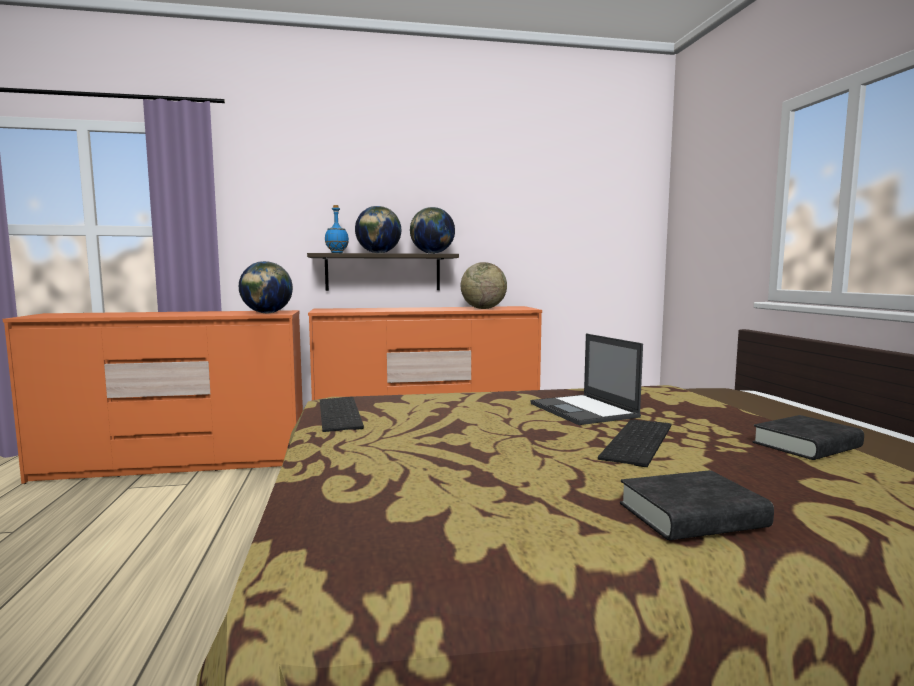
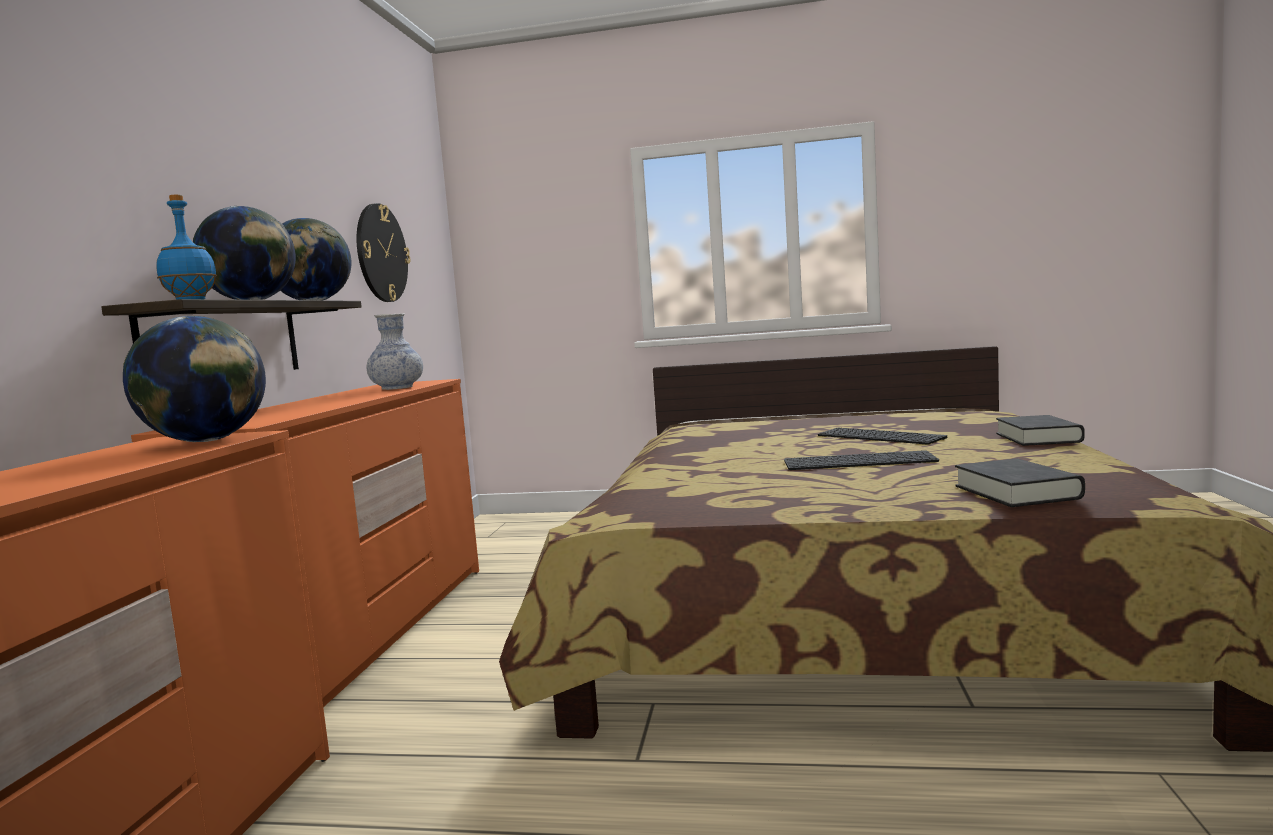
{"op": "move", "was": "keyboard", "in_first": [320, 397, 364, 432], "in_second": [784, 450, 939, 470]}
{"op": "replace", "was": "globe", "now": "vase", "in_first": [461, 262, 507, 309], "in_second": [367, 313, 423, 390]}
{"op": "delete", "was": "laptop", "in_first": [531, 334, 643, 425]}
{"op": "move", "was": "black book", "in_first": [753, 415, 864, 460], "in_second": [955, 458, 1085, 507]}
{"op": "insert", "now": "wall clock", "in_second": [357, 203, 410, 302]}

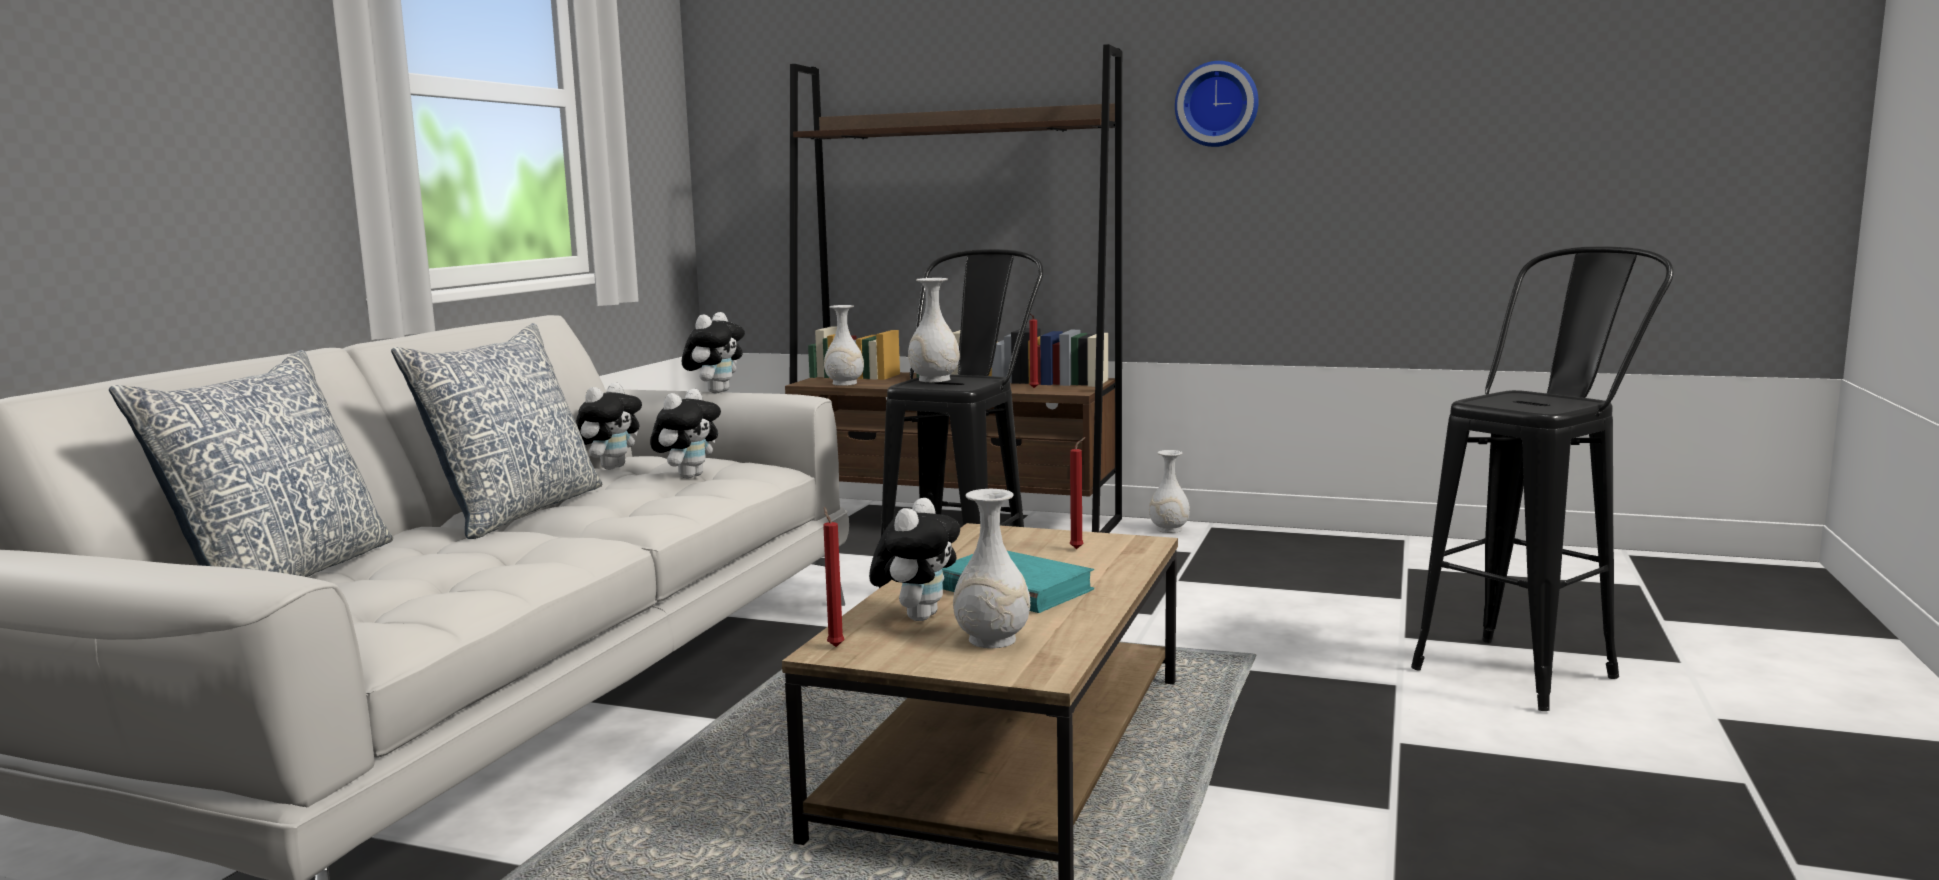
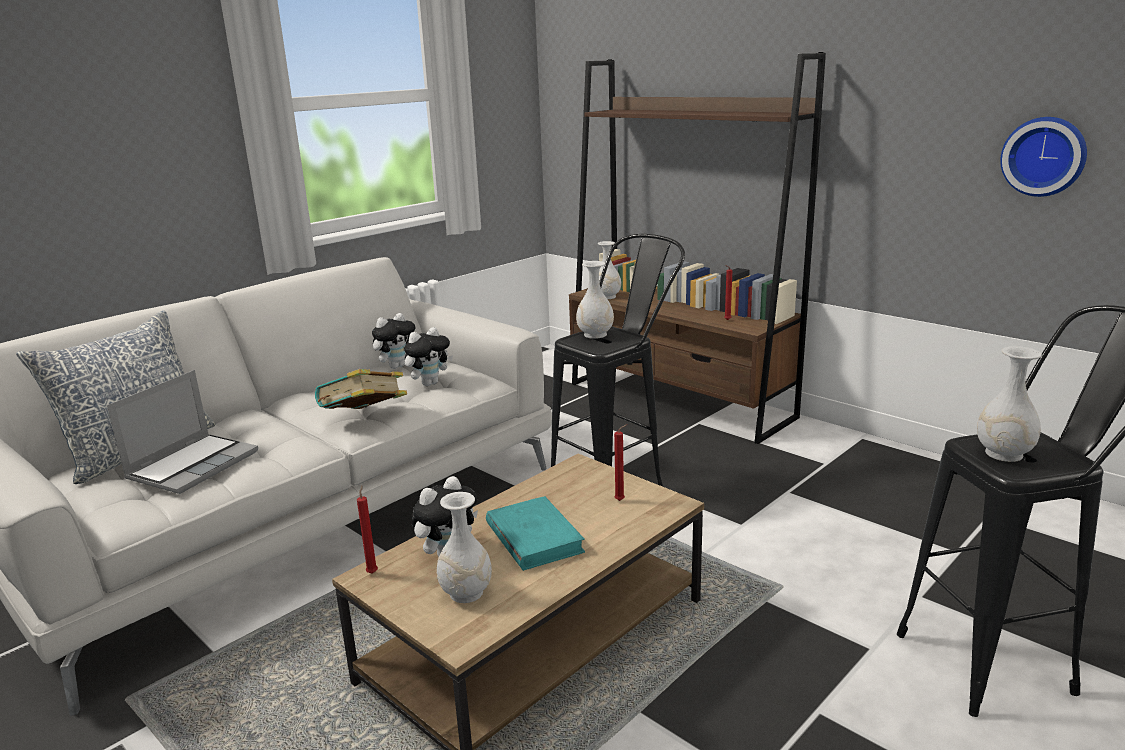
{"op": "delete", "was": "pillow", "in_first": [391, 323, 602, 539]}
{"op": "delete", "was": "plush toy", "in_first": [682, 312, 745, 393]}
{"op": "move", "was": "white vase", "in_first": [1149, 450, 1190, 533], "in_second": [977, 346, 1042, 462]}
{"op": "move", "was": "wall clock", "in_first": [1175, 61, 1259, 147], "in_second": [1000, 117, 1087, 197]}
{"op": "insert", "now": "laptop", "in_second": [107, 370, 258, 494]}
{"op": "insert", "now": "book", "in_second": [315, 369, 407, 409]}

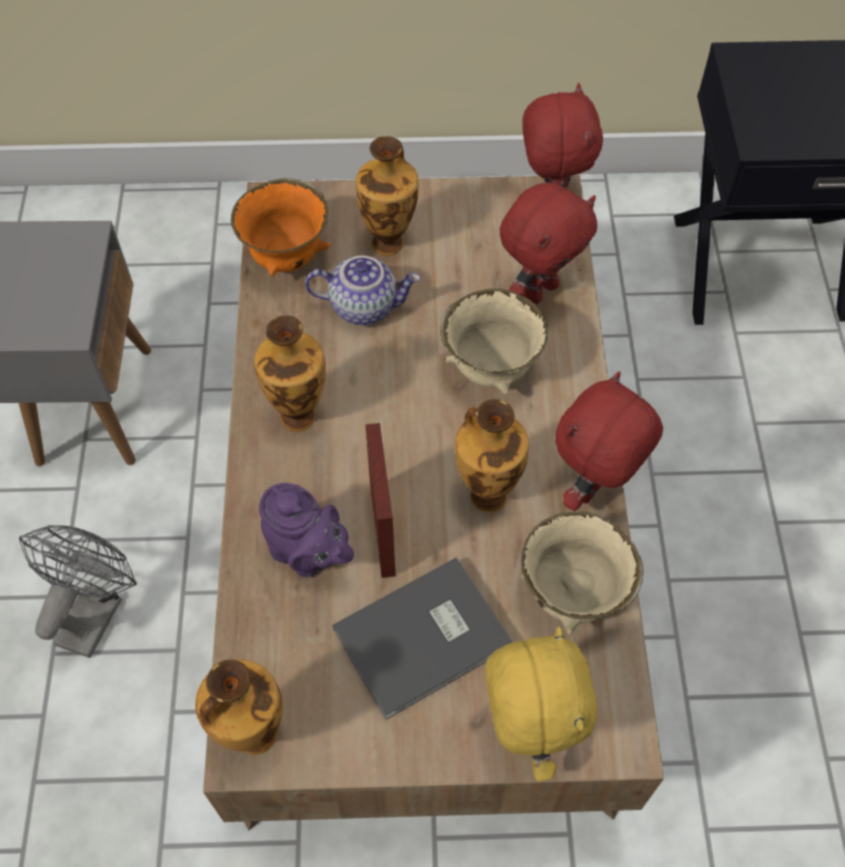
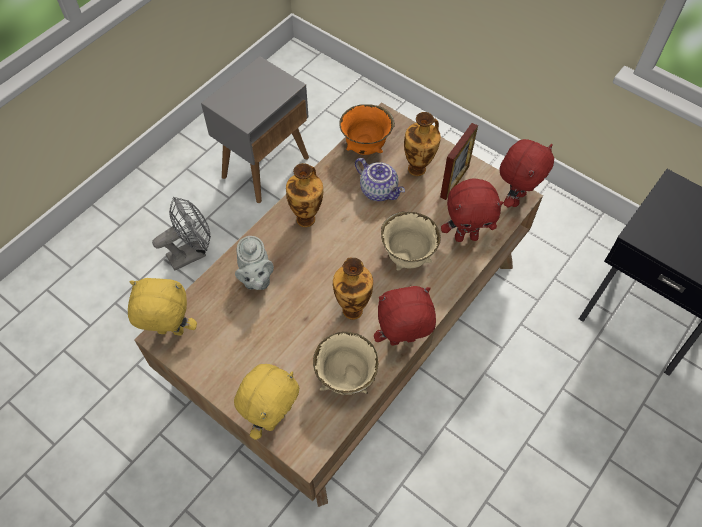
{"op": "replace", "was": "vase", "now": "yellow plush toy", "in_first": [195, 660, 283, 755], "in_second": [128, 278, 197, 335]}
{"op": "recolor", "was": "purple teapot", "now": "grey teapot", "in_first": [259, 483, 354, 578], "in_second": [235, 236, 274, 290]}
{"op": "delete", "was": "grey book", "in_first": [332, 557, 513, 720]}
{"op": "move", "was": "picture frame", "in_first": [365, 423, 396, 578], "in_second": [440, 123, 478, 200]}

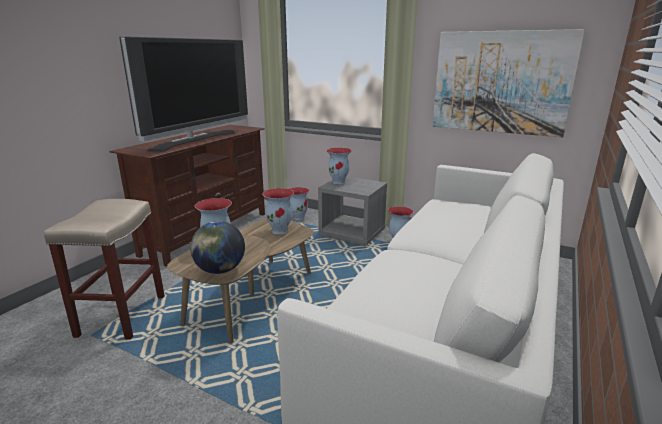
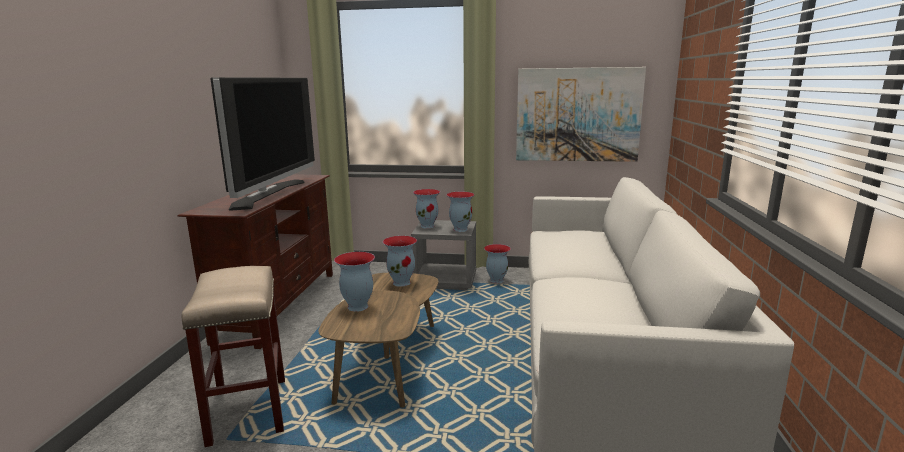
{"op": "delete", "was": "globe", "in_first": [190, 221, 245, 274]}
{"op": "move", "was": "vase", "in_first": [290, 187, 309, 220], "in_second": [447, 192, 475, 232]}

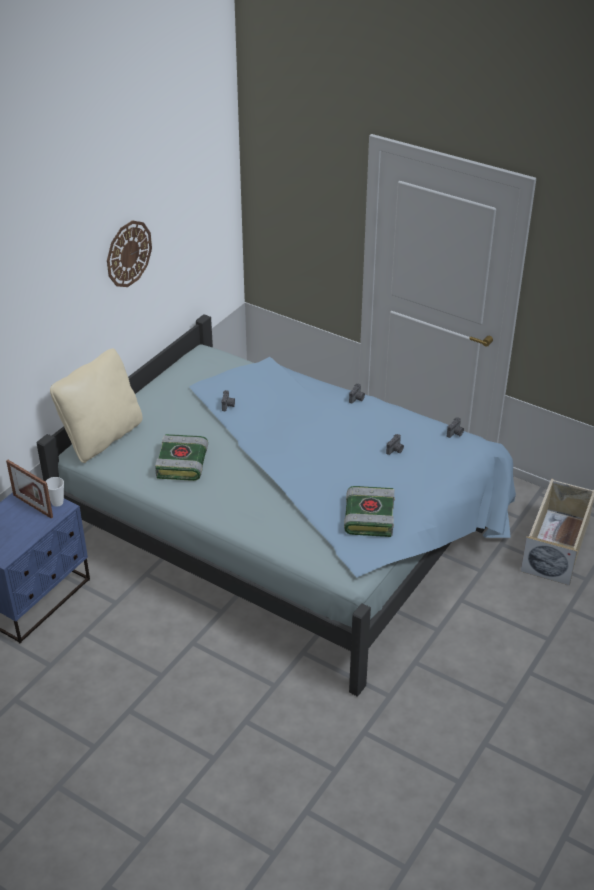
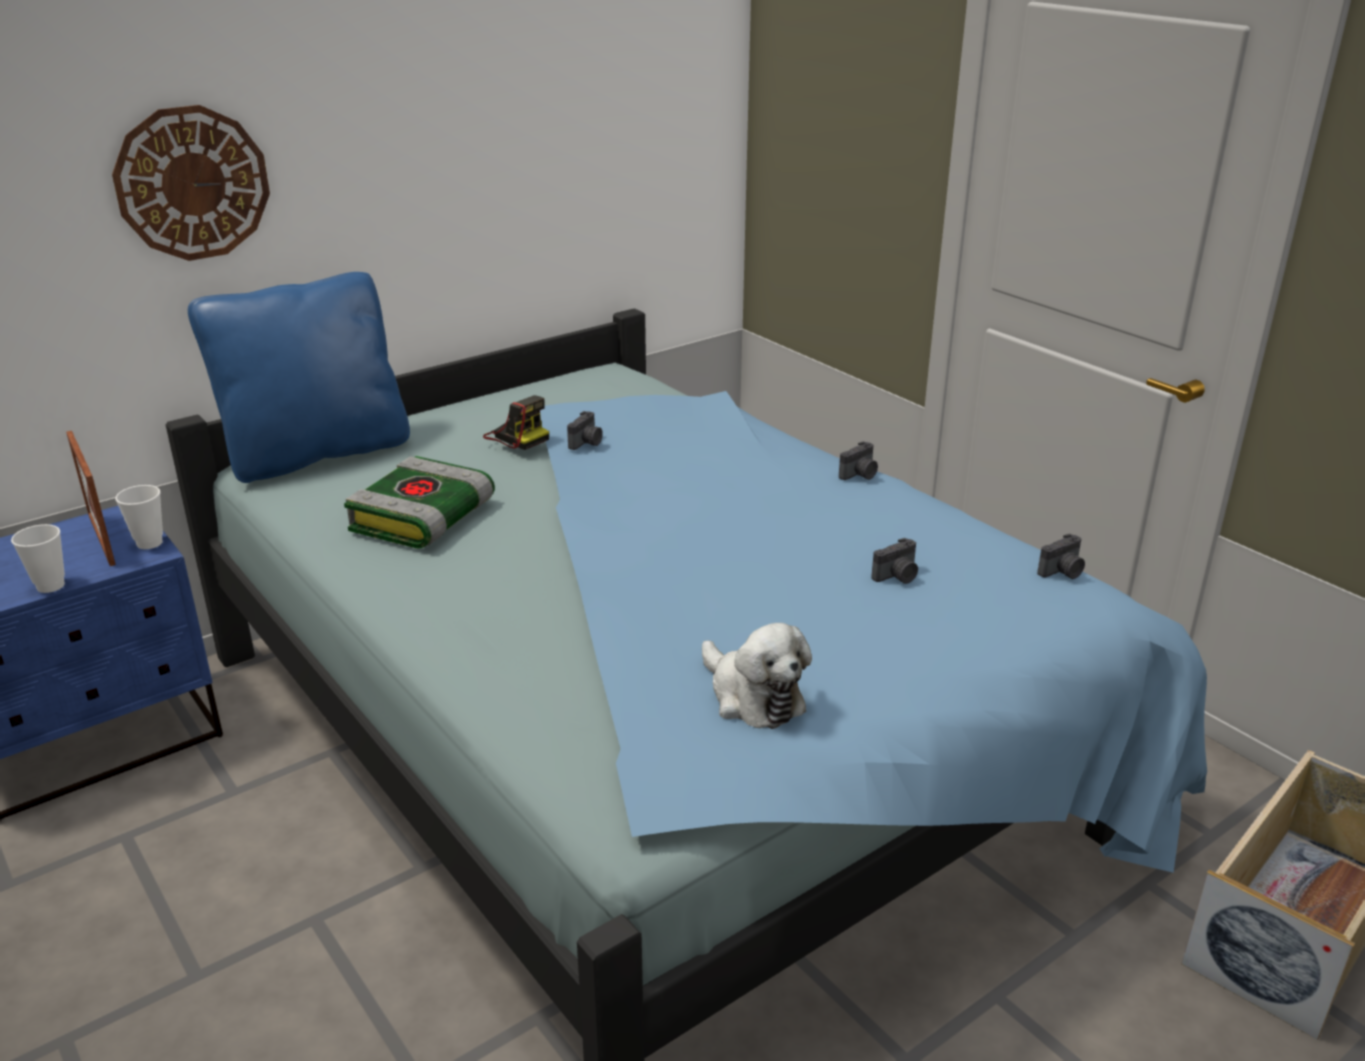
{"op": "recolor", "was": "beige pillow", "now": "blue pillow", "in_first": [50, 348, 143, 463], "in_second": [188, 272, 410, 483]}
{"op": "move", "was": "wall clock", "in_first": [107, 220, 152, 287], "in_second": [112, 105, 270, 261]}
{"op": "replace", "was": "book", "now": "plush toy", "in_first": [344, 486, 395, 537], "in_second": [702, 623, 812, 729]}
{"op": "insert", "now": "cup", "in_second": [11, 524, 65, 593]}
{"op": "insert", "now": "photo camera", "in_second": [483, 395, 549, 450]}

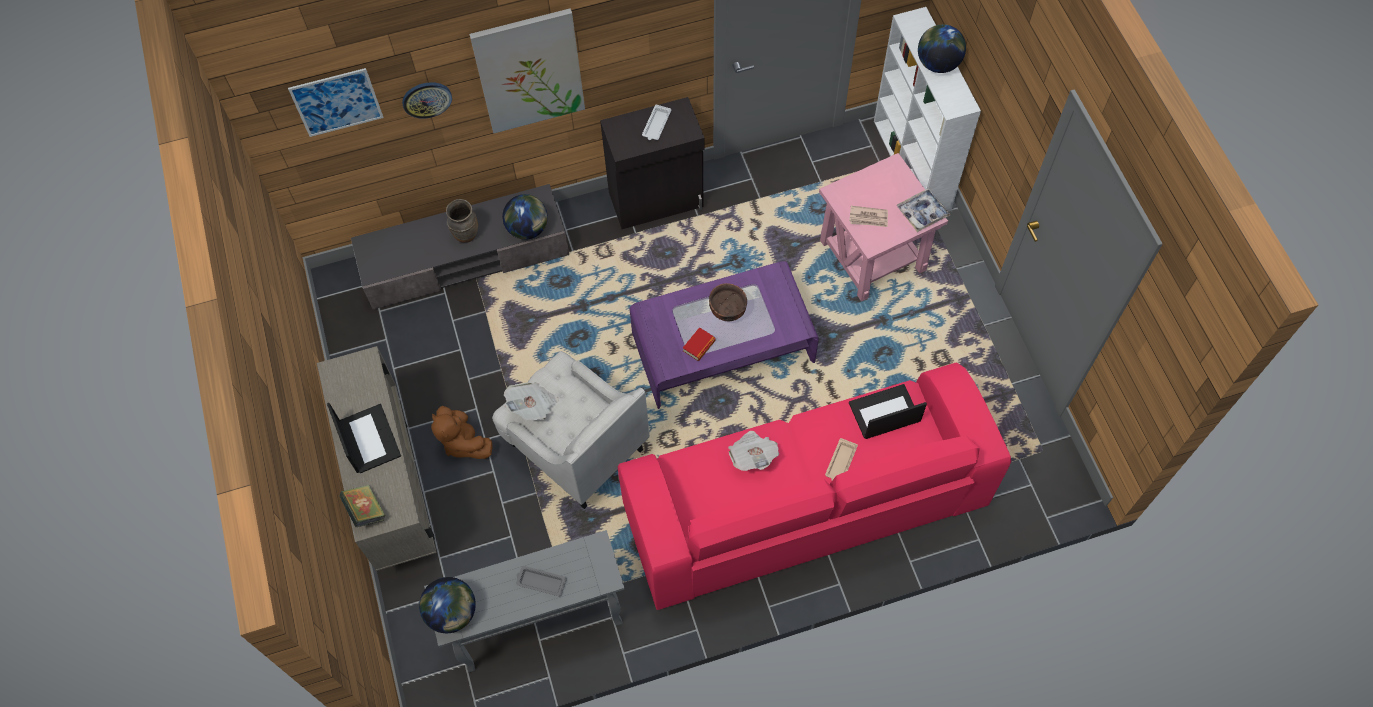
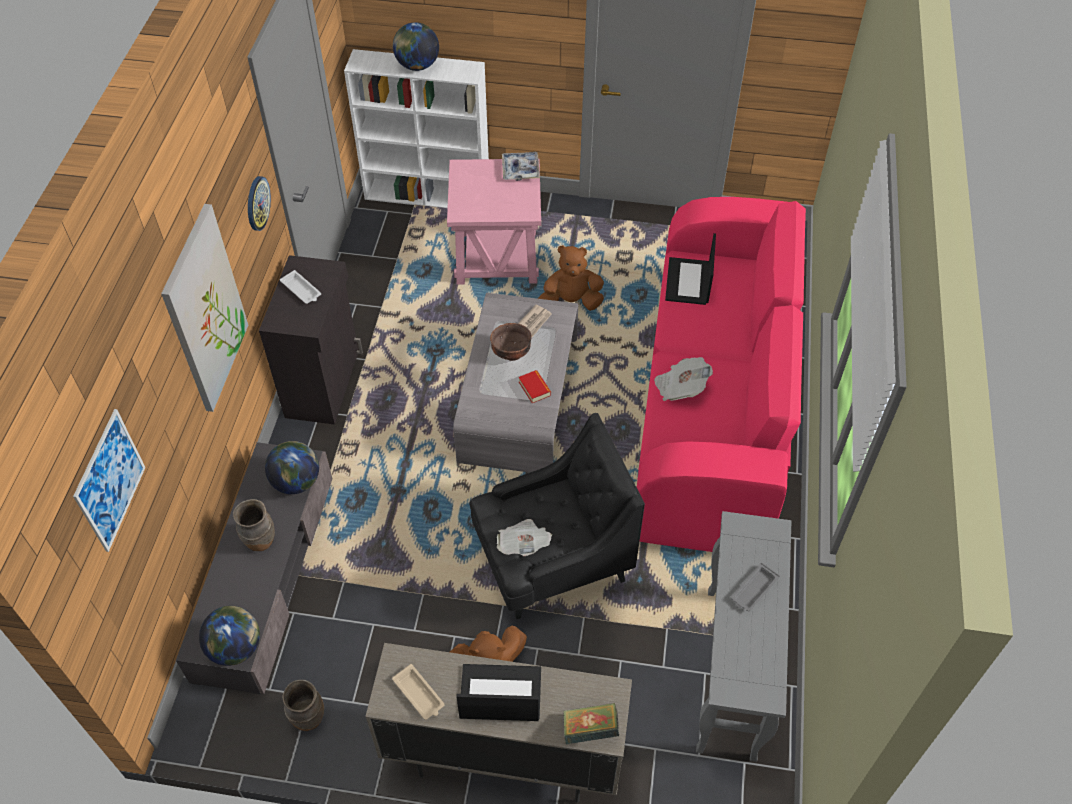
{"op": "move", "was": "wall clock", "in_first": [402, 82, 452, 118], "in_second": [248, 176, 271, 231]}
{"op": "move", "was": "globe", "in_first": [419, 577, 476, 633], "in_second": [199, 606, 260, 666]}
{"op": "recolor", "was": "white armchair", "now": "black armchair", "in_first": [492, 351, 650, 509], "in_second": [470, 413, 645, 619]}
{"op": "recolor", "was": "purple coffee table", "now": "grey coffee table", "in_first": [629, 261, 819, 409], "in_second": [453, 293, 578, 472]}
{"op": "move", "was": "beige tray", "in_first": [825, 438, 858, 480], "in_second": [392, 664, 444, 720]}
{"op": "move", "was": "newspaper", "in_first": [849, 206, 888, 227], "in_second": [518, 305, 552, 337]}
{"op": "insert", "now": "brown vase", "in_second": [282, 680, 324, 731]}
{"op": "insert", "now": "brown plush toy", "in_second": [538, 245, 604, 311]}

